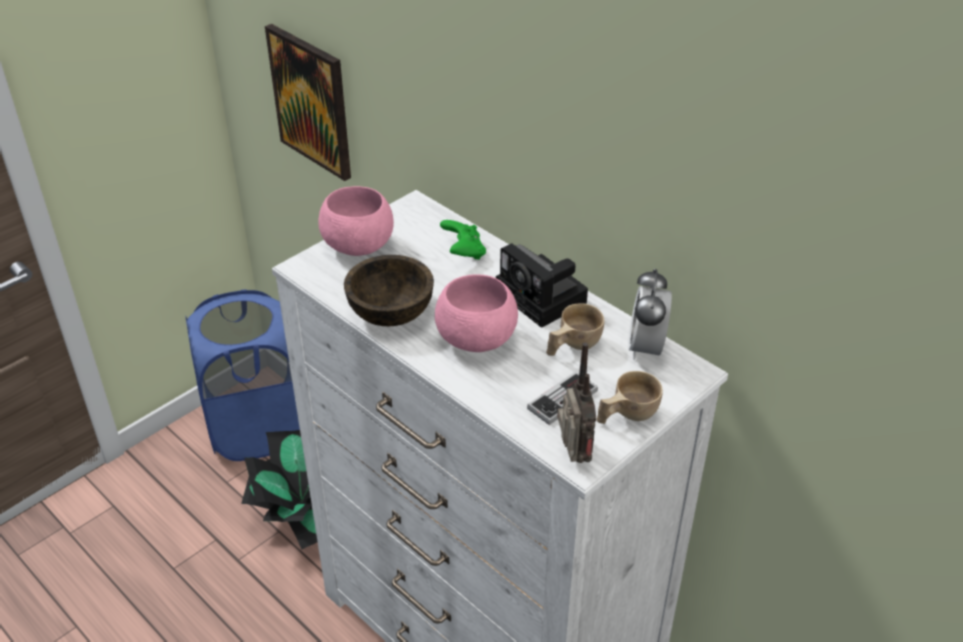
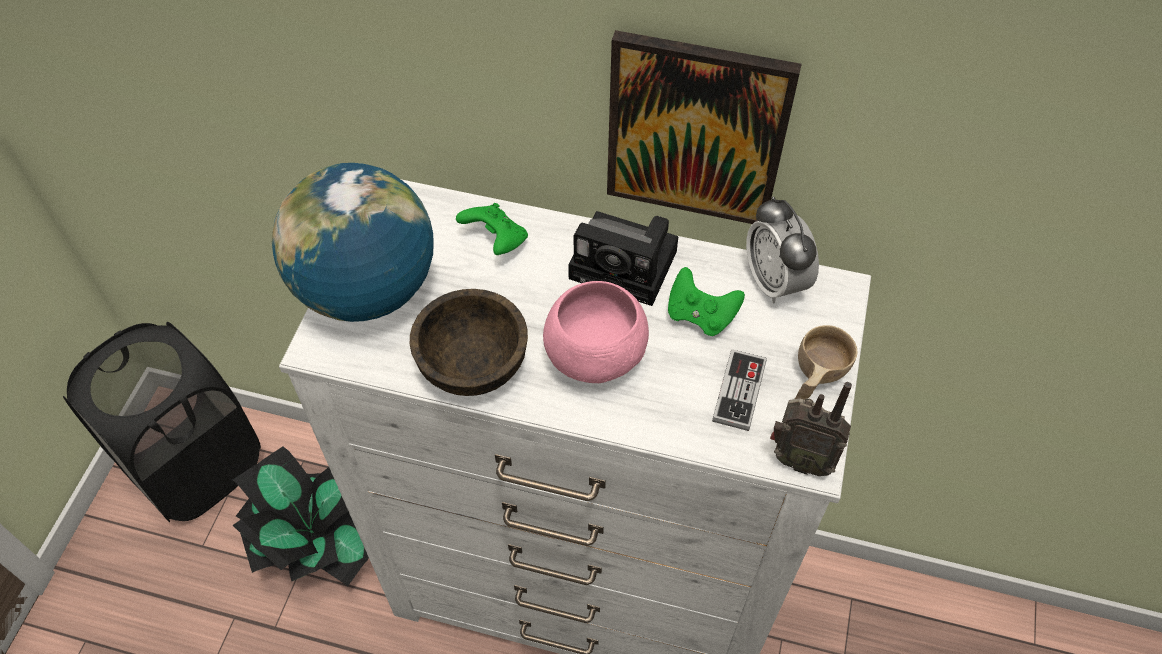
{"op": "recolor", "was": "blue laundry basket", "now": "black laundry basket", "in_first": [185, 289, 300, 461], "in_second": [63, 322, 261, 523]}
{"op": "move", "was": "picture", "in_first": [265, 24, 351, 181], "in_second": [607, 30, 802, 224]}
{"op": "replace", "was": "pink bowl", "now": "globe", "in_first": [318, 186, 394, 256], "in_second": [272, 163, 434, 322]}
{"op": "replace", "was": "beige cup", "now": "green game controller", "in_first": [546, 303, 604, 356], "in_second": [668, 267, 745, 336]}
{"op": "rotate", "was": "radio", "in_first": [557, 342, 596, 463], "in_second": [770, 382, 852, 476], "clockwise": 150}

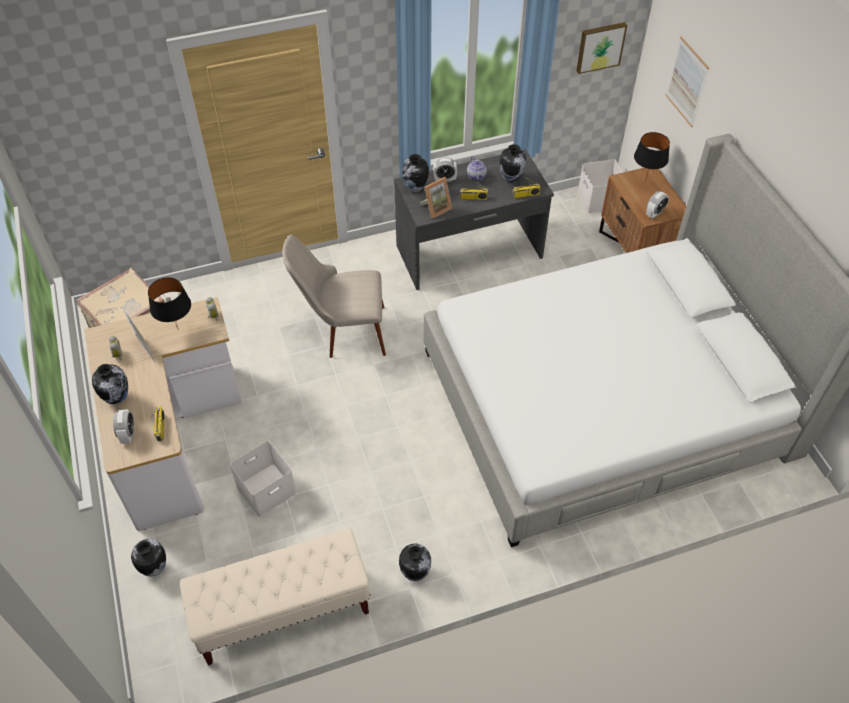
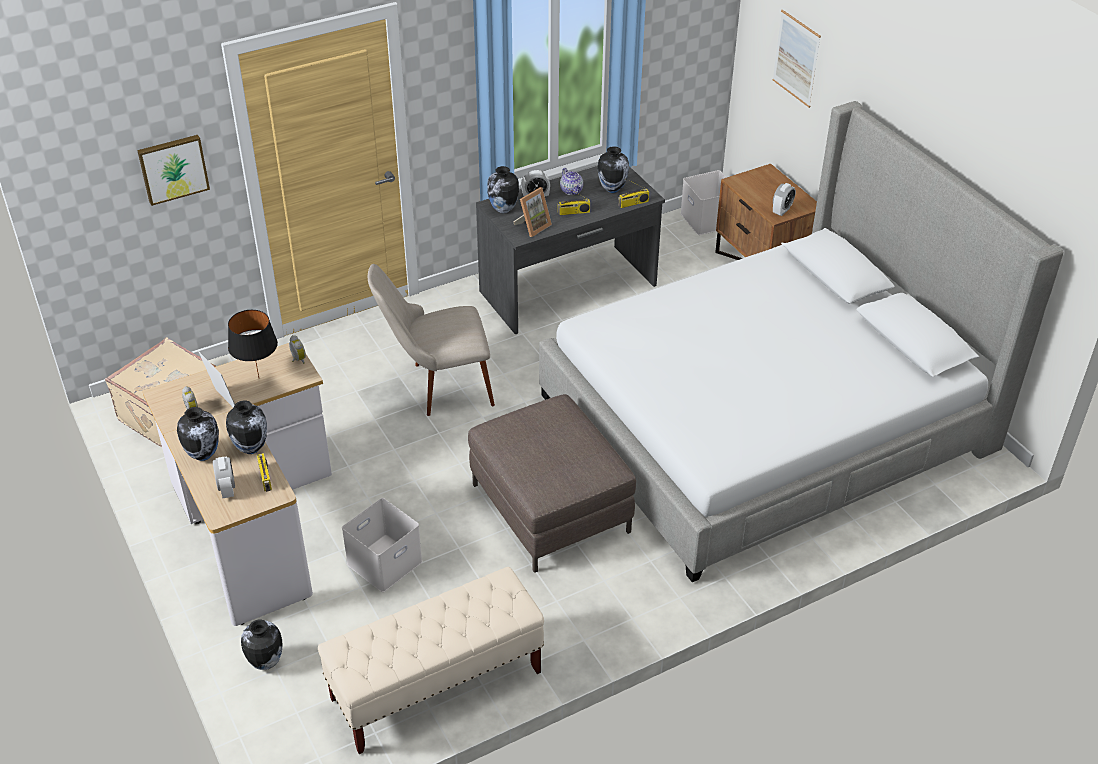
{"op": "move", "was": "vase", "in_first": [399, 543, 431, 581], "in_second": [226, 400, 267, 454]}
{"op": "move", "was": "picture", "in_first": [577, 22, 627, 74], "in_second": [137, 135, 210, 206]}
{"op": "delete", "was": "black table lamp", "in_first": [634, 132, 670, 182]}
{"op": "insert", "now": "brown ottoman", "in_second": [468, 394, 636, 573]}

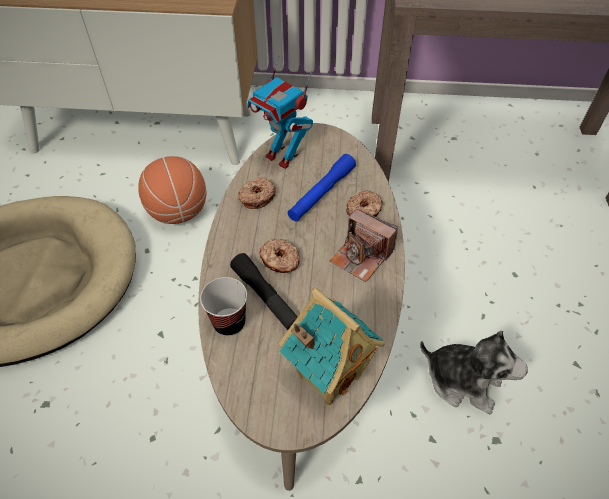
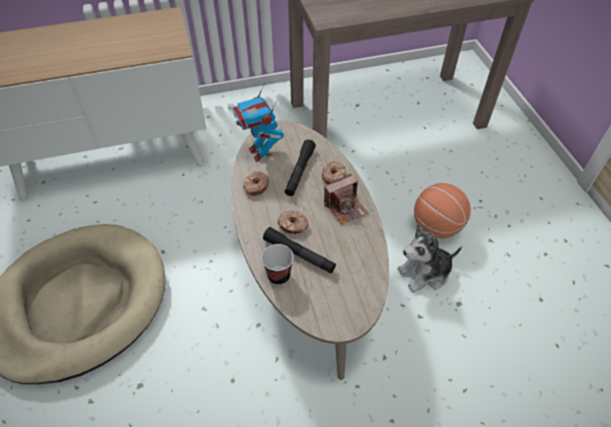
{"op": "move", "was": "basketball", "in_first": [138, 156, 206, 224], "in_second": [414, 183, 471, 239]}
{"op": "rotate", "was": "toy robot", "in_first": [248, 56, 313, 169], "in_second": [232, 83, 284, 162], "clockwise": 45}
{"op": "delete", "was": "toy house", "in_first": [279, 288, 385, 405]}
{"op": "recolor", "was": "blue flashlight", "now": "black flashlight", "in_first": [288, 154, 356, 222], "in_second": [285, 139, 316, 196]}
{"op": "rotate", "was": "photo camera", "in_first": [330, 209, 398, 282], "in_second": [324, 174, 368, 224], "clockwise": -45}
{"op": "rotate", "was": "plush toy", "in_first": [420, 331, 528, 414], "in_second": [397, 224, 462, 293], "clockwise": 150}

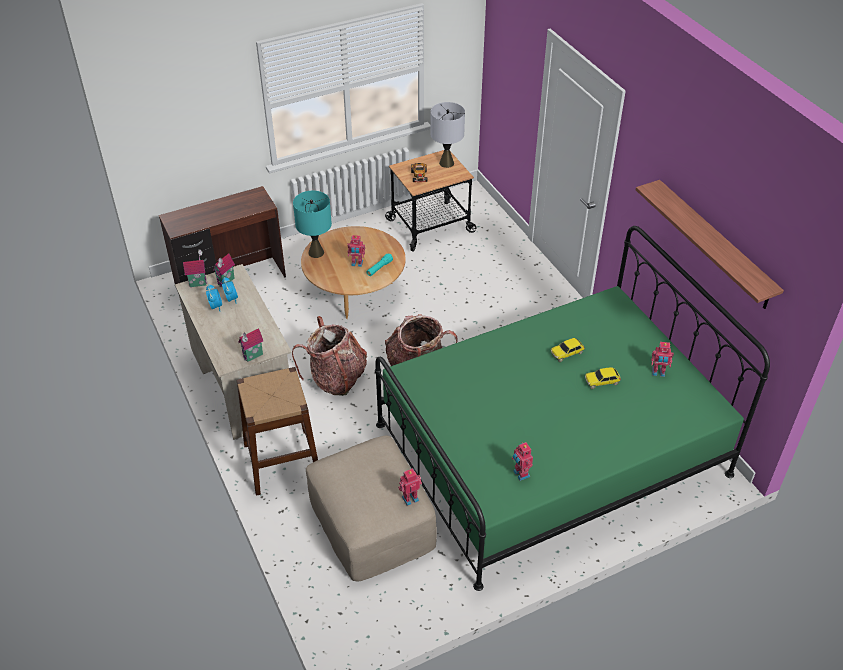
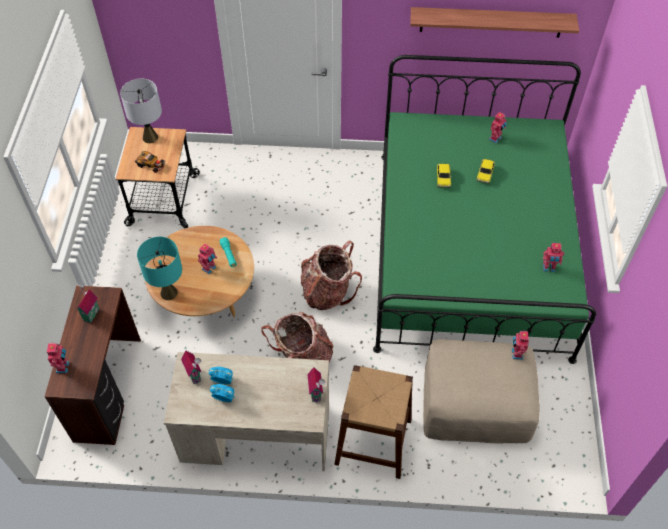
{"op": "move", "was": "toy house", "in_first": [183, 249, 207, 287], "in_second": [76, 283, 99, 323]}
{"op": "insert", "now": "toy robot", "in_second": [47, 342, 69, 373]}

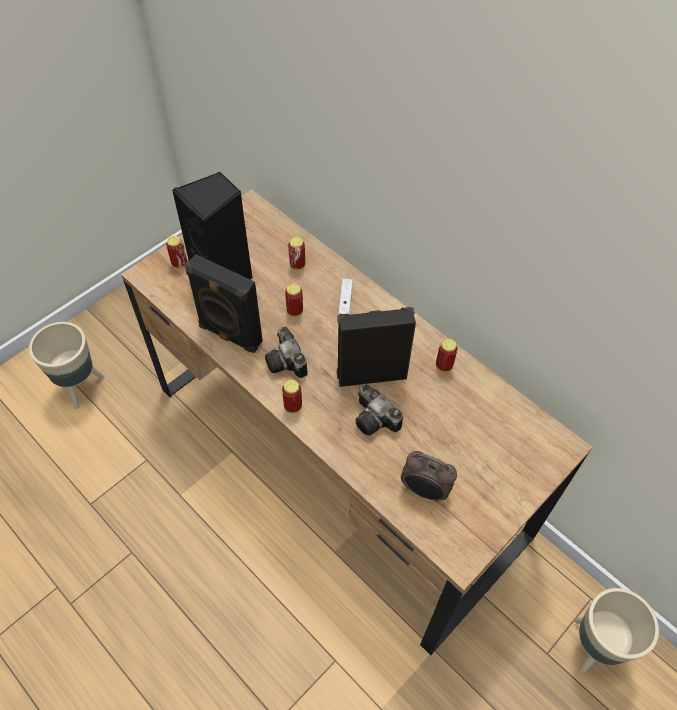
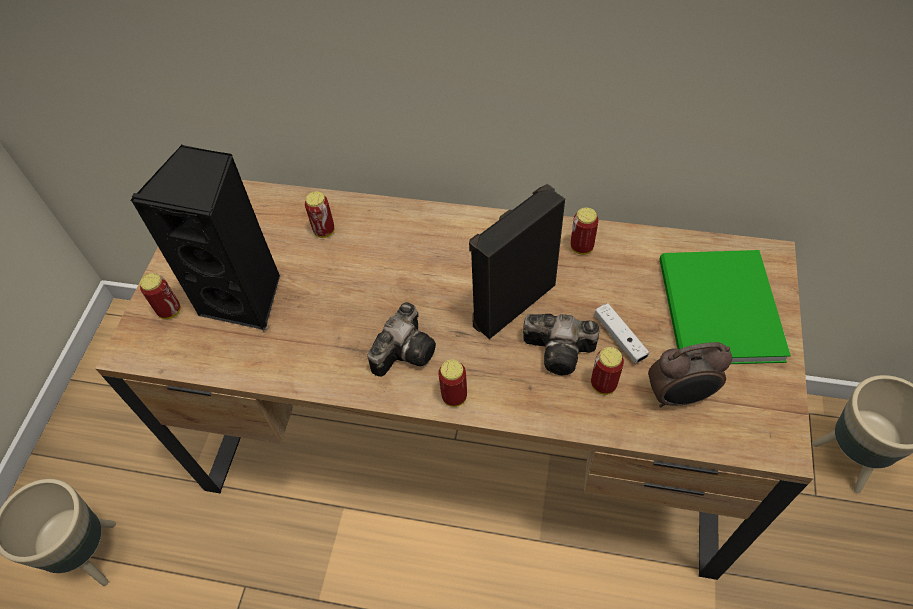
{"op": "delete", "was": "black speaker", "in_first": [184, 254, 263, 353]}
{"op": "rotate", "was": "photo camera", "in_first": [265, 326, 308, 378], "in_second": [367, 302, 436, 377], "clockwise": -90}
{"op": "move", "was": "can", "in_first": [285, 283, 303, 317], "in_second": [591, 347, 624, 395]}
{"op": "move", "was": "white game controller", "in_first": [339, 279, 353, 315], "in_second": [595, 303, 649, 363]}
{"op": "insert", "now": "green book", "in_second": [659, 250, 791, 364]}

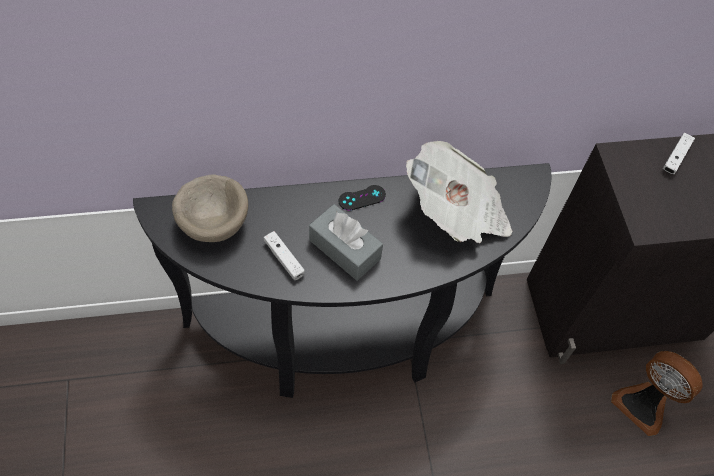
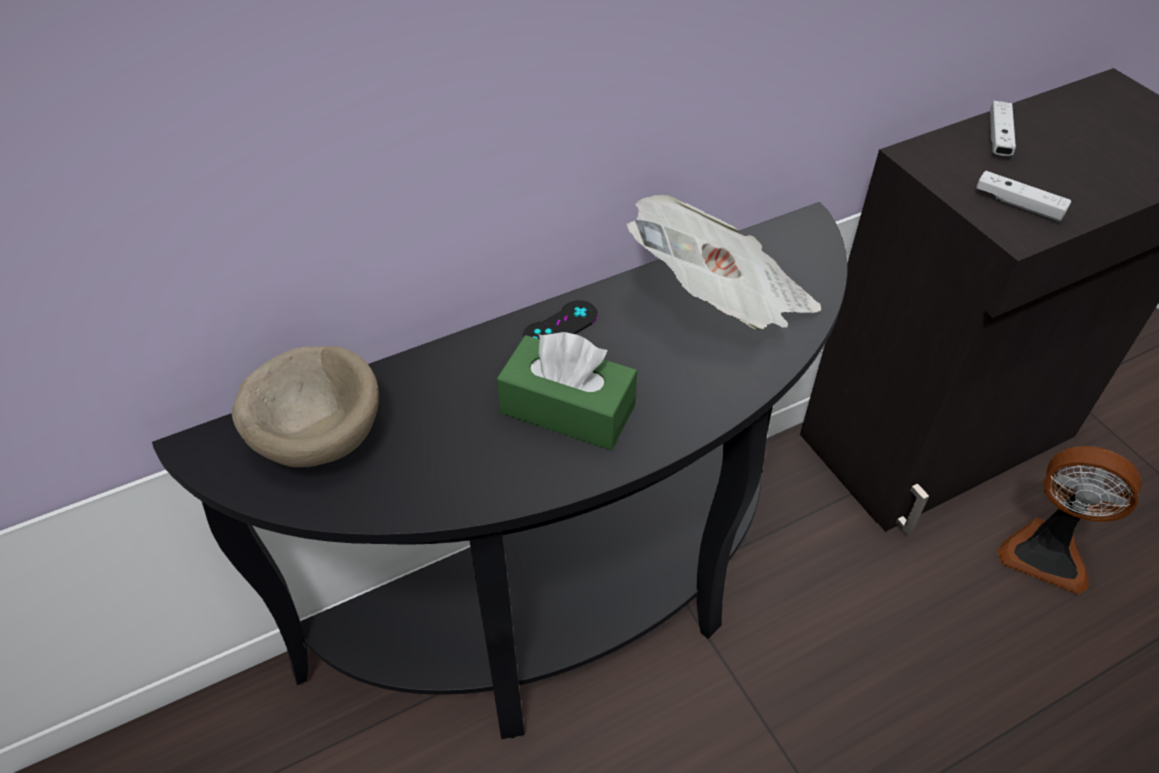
{"op": "move", "was": "white game controller", "in_first": [264, 231, 305, 280], "in_second": [976, 171, 1071, 222]}
{"op": "recolor", "was": "grey tissue box", "now": "green tissue box", "in_first": [309, 204, 383, 281], "in_second": [497, 332, 637, 450]}

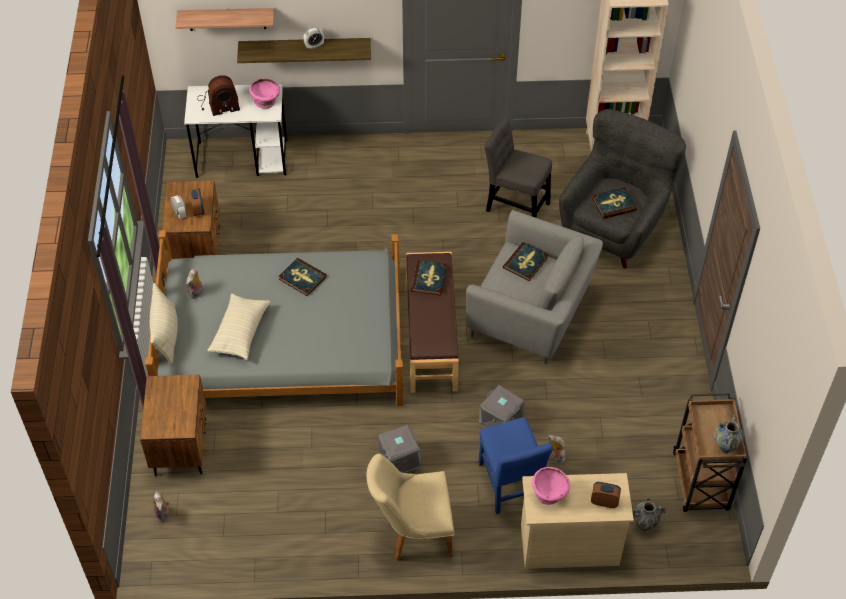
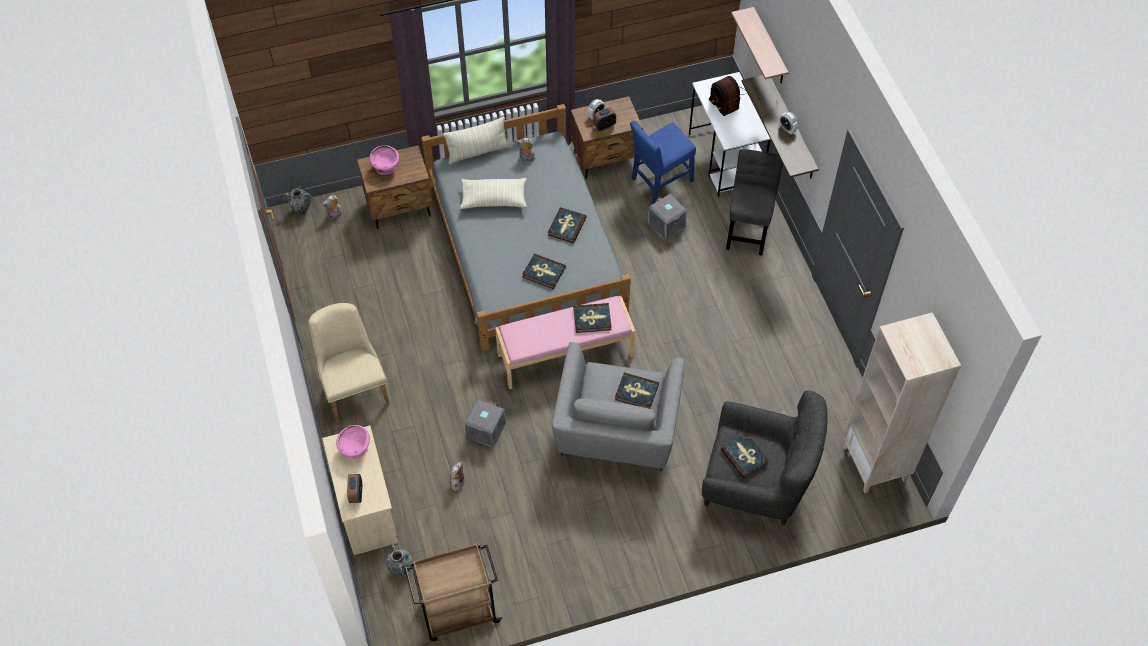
{"op": "move", "was": "pink bowl", "in_first": [249, 79, 280, 109], "in_second": [370, 145, 399, 175]}
{"op": "move", "was": "grey storage box", "in_first": [378, 425, 421, 473], "in_second": [648, 194, 687, 240]}
{"op": "recolor", "was": "brown bench", "now": "pink bench", "in_first": [406, 252, 459, 393], "in_second": [495, 296, 635, 389]}
{"op": "move", "was": "blue chair", "in_first": [478, 417, 553, 514], "in_second": [630, 121, 696, 204]}
{"op": "move", "was": "grey chair", "in_first": [484, 118, 552, 218], "in_second": [726, 149, 783, 255]}
{"op": "move", "was": "vase", "in_first": [714, 415, 744, 453], "in_second": [283, 186, 313, 215]}
{"op": "insert", "now": "book", "in_second": [522, 253, 566, 289]}

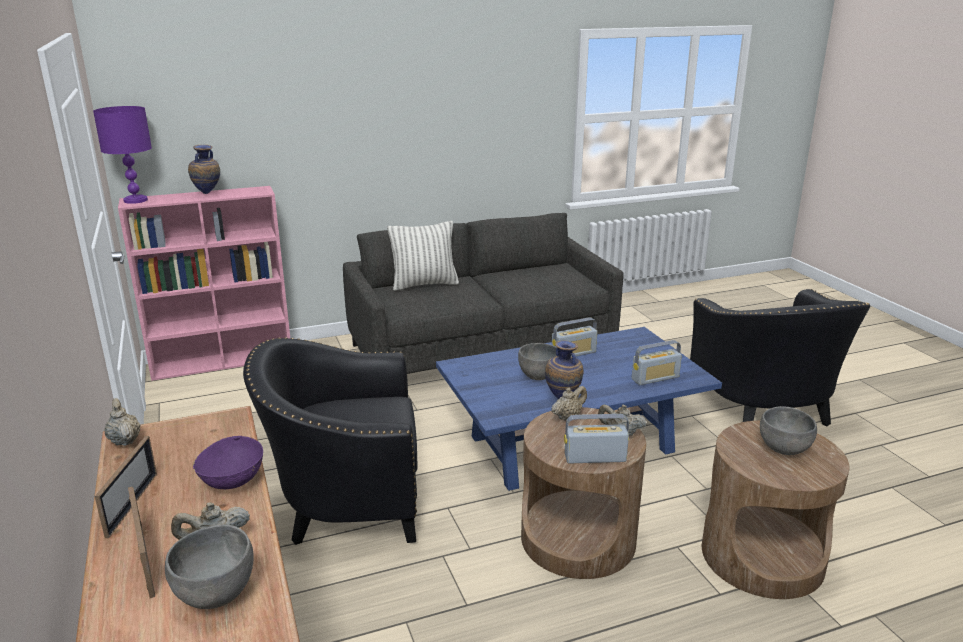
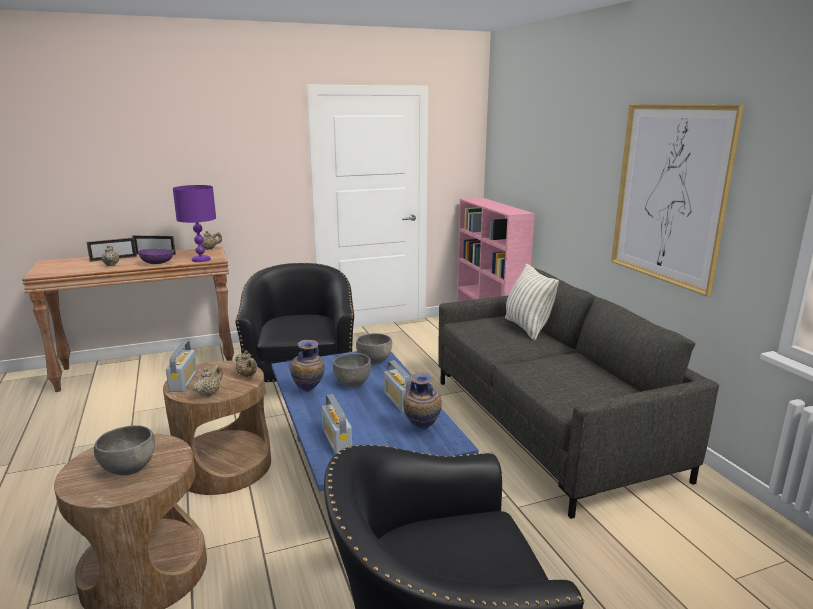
{"op": "move", "was": "purple table lamp", "in_first": [93, 106, 152, 204], "in_second": [173, 185, 216, 262]}
{"op": "move", "was": "grey bowl", "in_first": [165, 524, 254, 609], "in_second": [356, 333, 392, 364]}
{"op": "move", "was": "vase", "in_first": [188, 145, 220, 194], "in_second": [403, 372, 442, 430]}
{"op": "insert", "now": "picture", "in_second": [611, 104, 744, 296]}

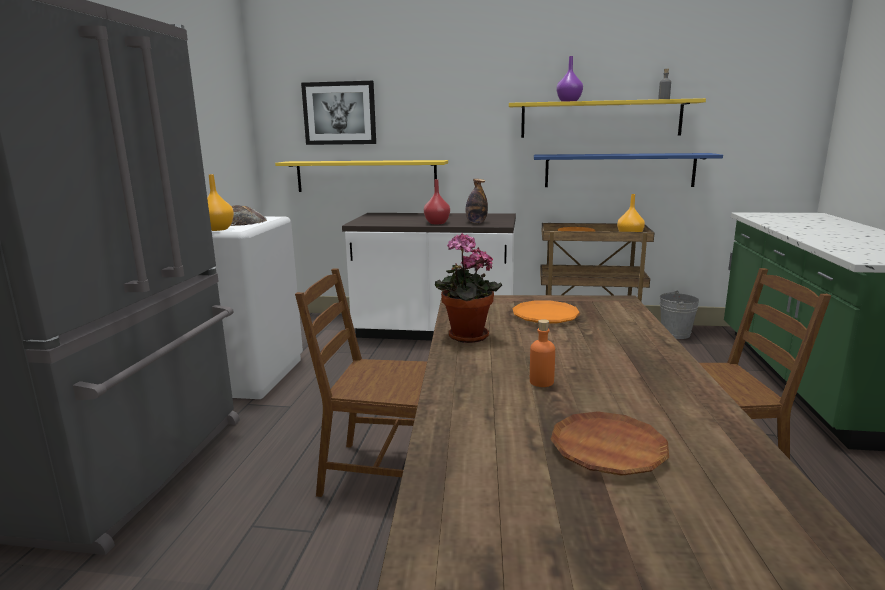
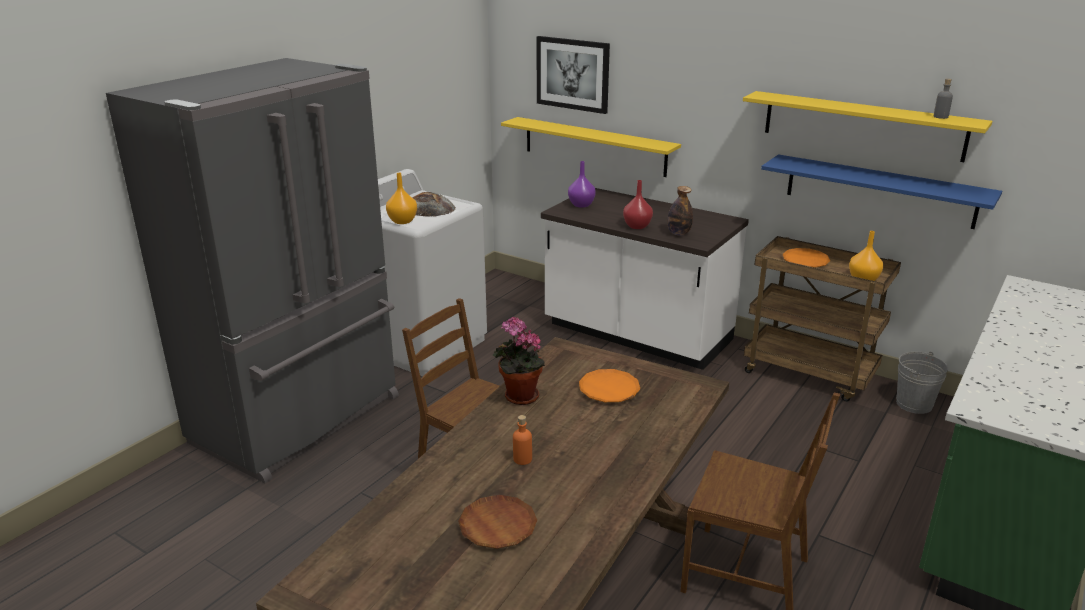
{"op": "move", "was": "purple vase", "in_first": [556, 56, 583, 102], "in_second": [568, 161, 596, 208]}

